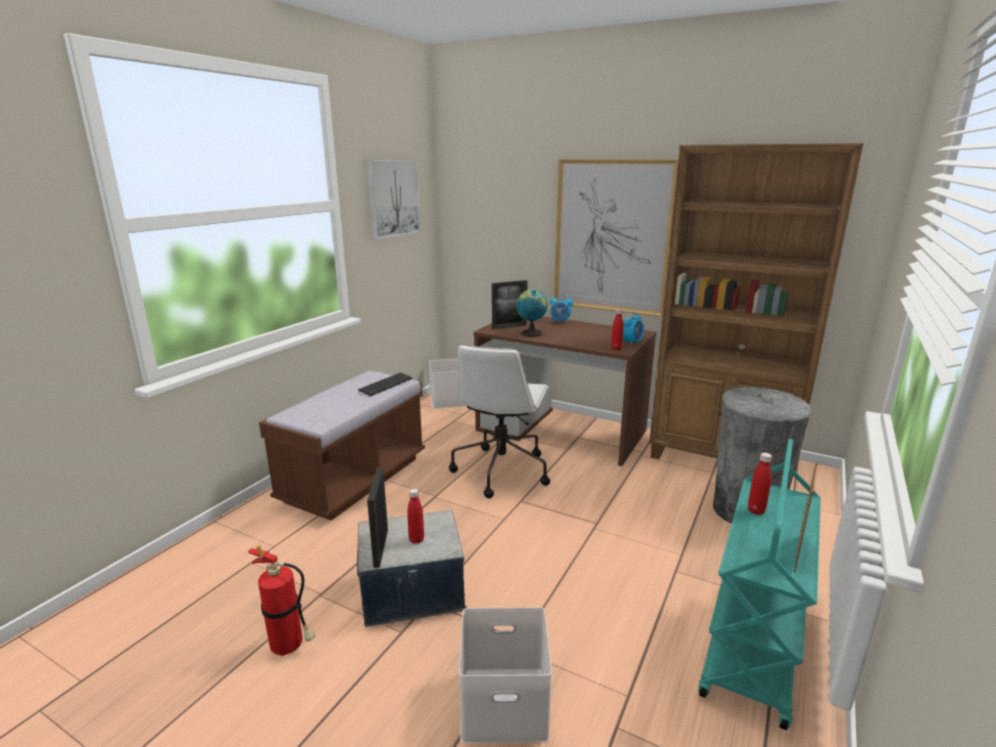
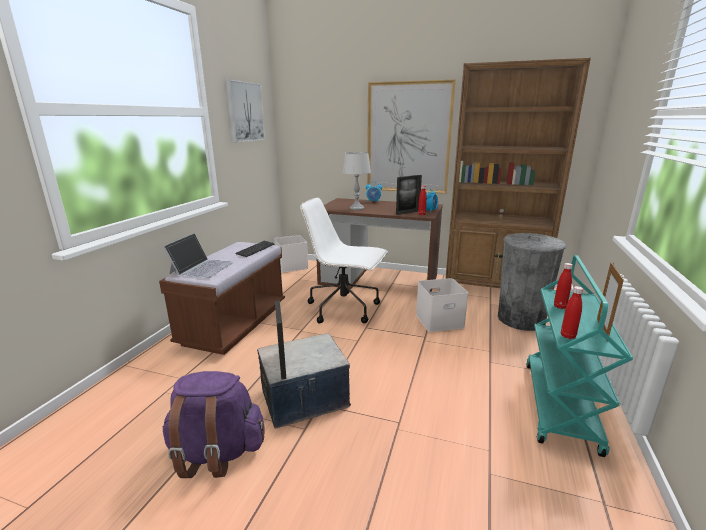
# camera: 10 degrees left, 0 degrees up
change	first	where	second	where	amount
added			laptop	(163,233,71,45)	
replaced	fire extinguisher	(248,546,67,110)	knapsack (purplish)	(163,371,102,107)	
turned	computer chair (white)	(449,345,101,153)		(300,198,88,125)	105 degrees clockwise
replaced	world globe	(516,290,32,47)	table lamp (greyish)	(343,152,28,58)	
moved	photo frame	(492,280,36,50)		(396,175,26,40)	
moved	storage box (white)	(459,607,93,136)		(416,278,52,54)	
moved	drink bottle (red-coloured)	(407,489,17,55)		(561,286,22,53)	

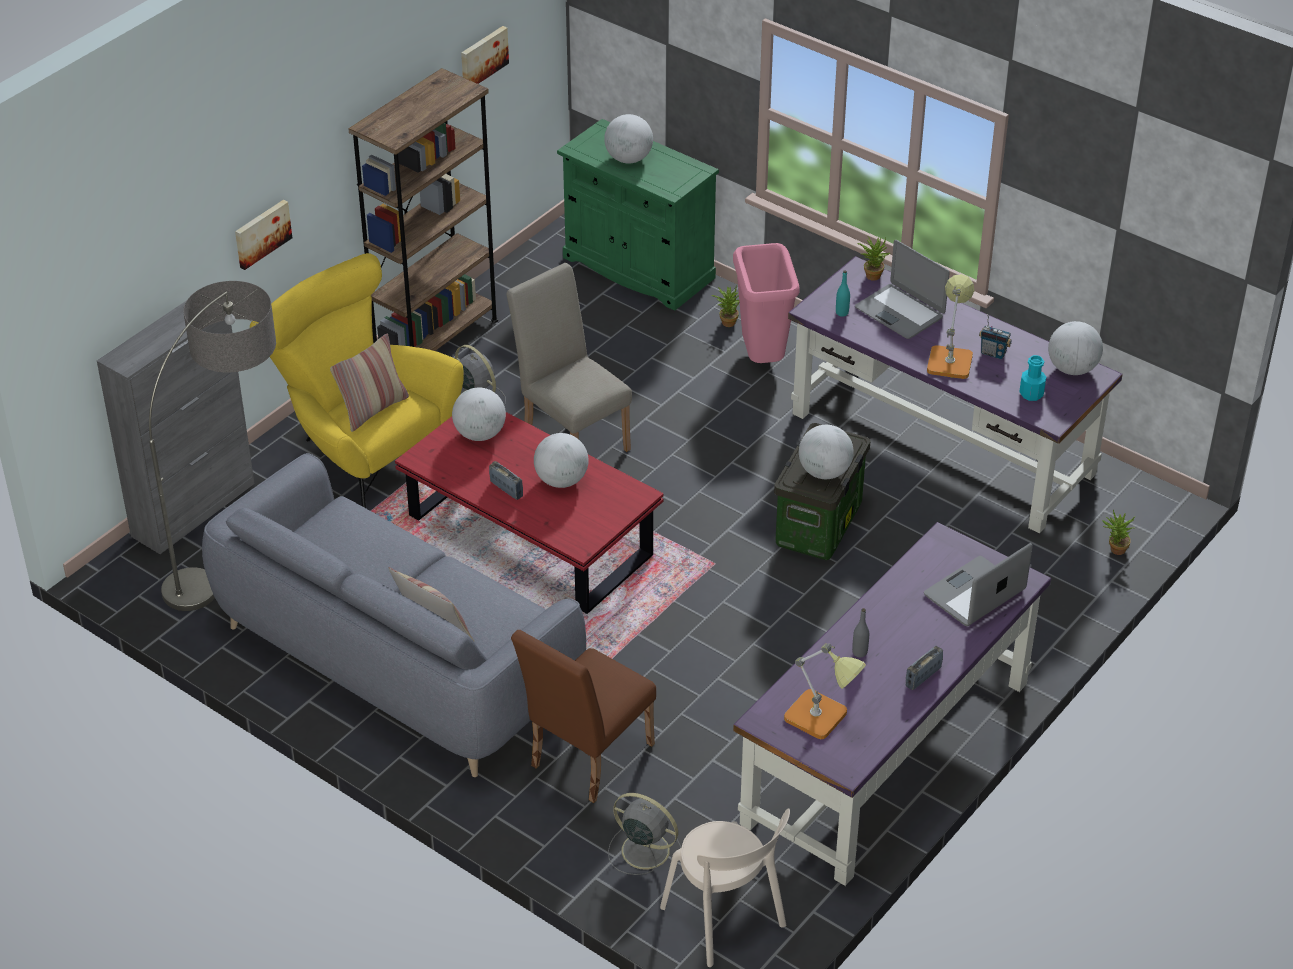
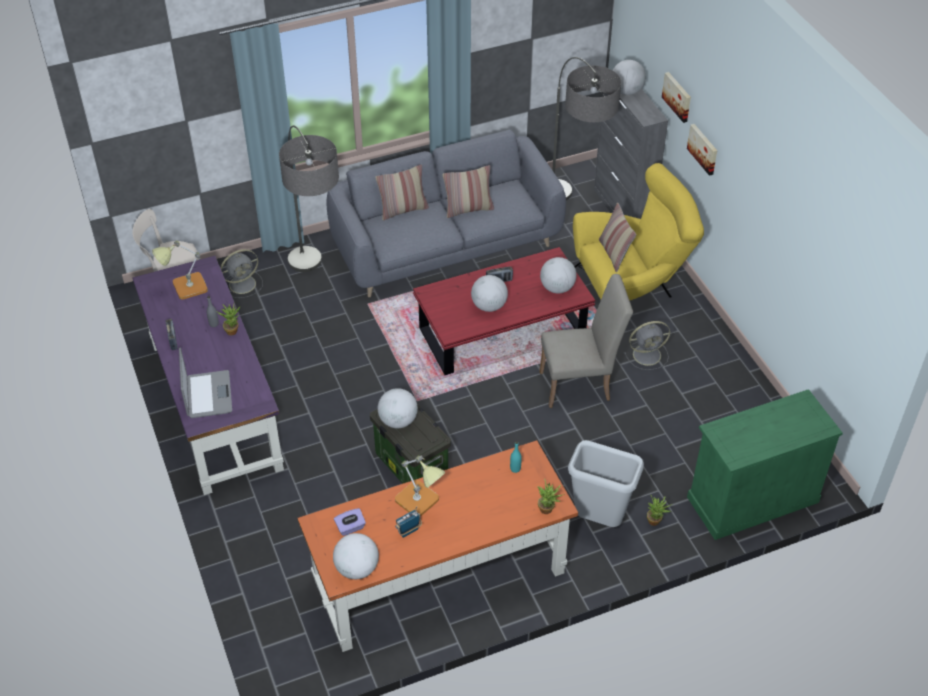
# camera: 120 degrees right, 5 degrees up
change	first	where	second	where	amount
moved	plant in a pot	(1102,510,34,45)		(216,304,24,31)	
replaced	upright chair (brownish)	(511,630,145,173)	standard lamp	(279,126,60,146)	
recoloured	desk unit (purplish)	(788,256,335,278)	desk unit (orangey)	(298,440,280,212)	
replaced	drink bottle (turquoise)	(1019,355,27,46)	box of tissues (purplish)	(334,508,32,28)	
added			cushion	(443,165,51,53)	
recoloured	trash can (pinkish)	(733,243,67,120)	trash can (greyish)	(568,440,76,87)	
moved	world globe	(604,114,49,49)		(613,60,33,35)	
moved	picture	(461,26,48,58)		(662,72,29,51)	
removed	bookshelf (brownish)	(348,68,150,283)			
removed	laptop	(855,240,95,99)			

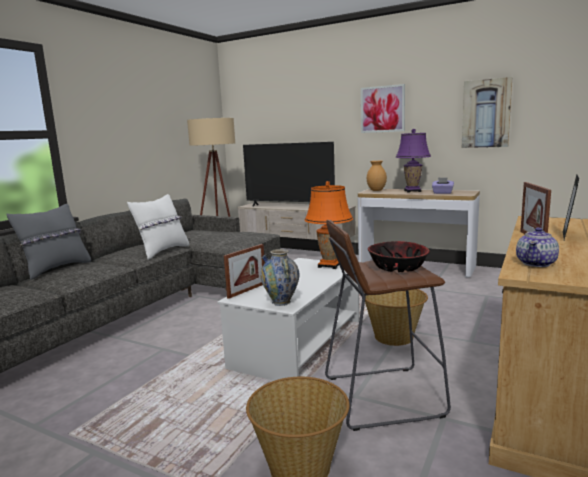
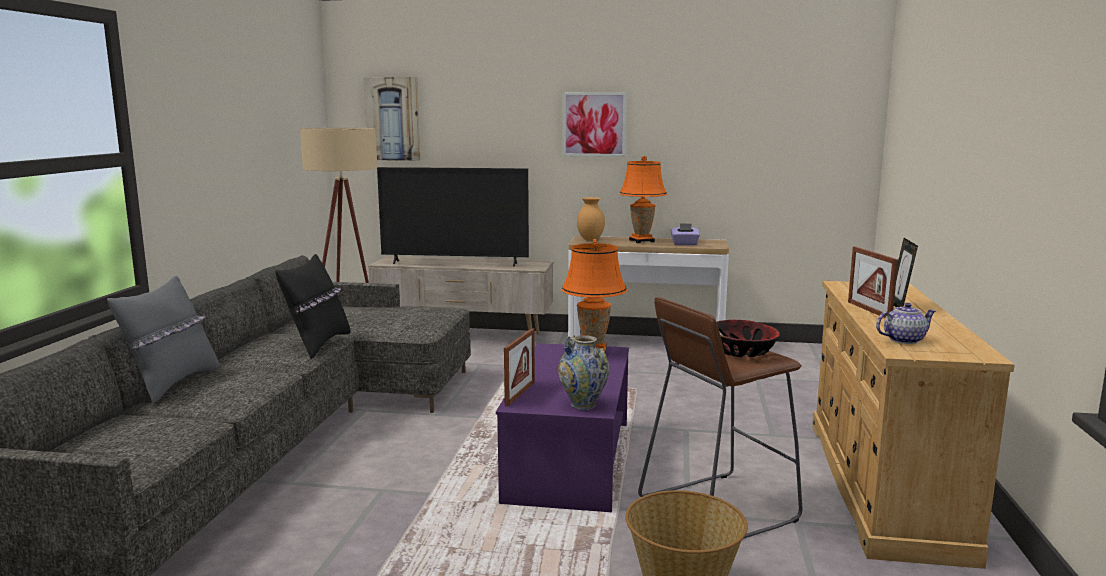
# camera: 20 degrees left, 0 degrees up
change	first	where	second	where	amount
recoloured	cushion (white)	(127,194,62,66)	cushion (black-coloured)	(275,254,76,105)	
moved	picture	(462,77,50,71)		(363,77,57,84)	
recoloured	coffee table (white)	(218,258,141,123)	coffee table (purplish)	(496,343,133,170)	
recoloured	table lamp (purplish)	(395,129,36,64)	table lamp (orangey)	(619,156,48,87)	
turned	pot for tea	(516,227,43,40)		(876,303,60,41)	120 degrees counterclockwise
removed	storage basket	(364,289,64,57)			

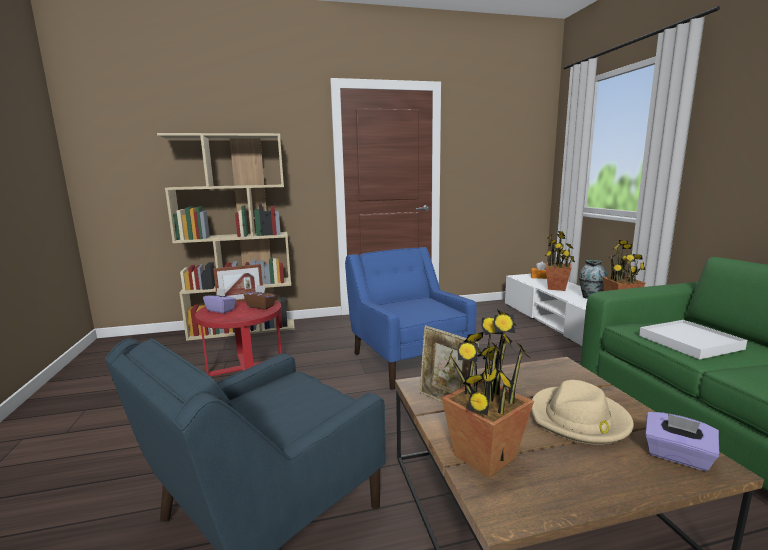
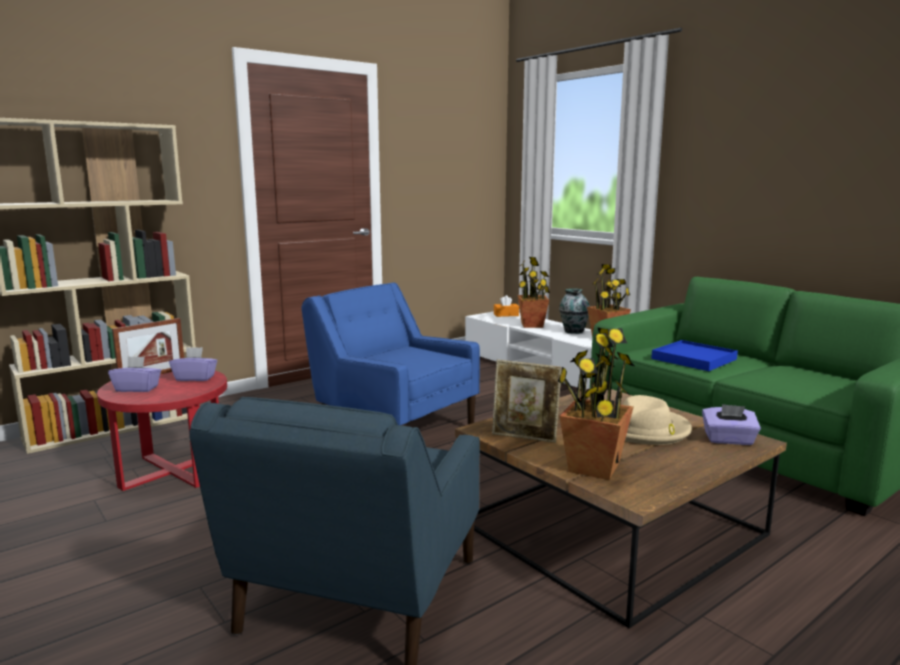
# camera: 25 degrees left, 0 degrees up
change	first	where	second	where	amount
recoloured	box of tissues (brownish)	(244,285,32,25)	box of tissues (purplish)	(169,347,48,34)	
recoloured	serving tray (white)	(639,320,108,40)	serving tray (blue-coloured)	(651,340,87,31)	

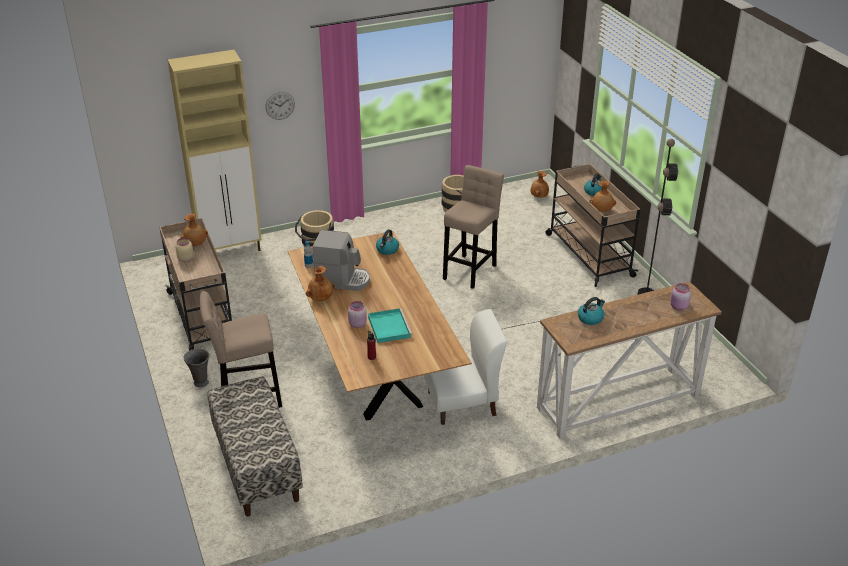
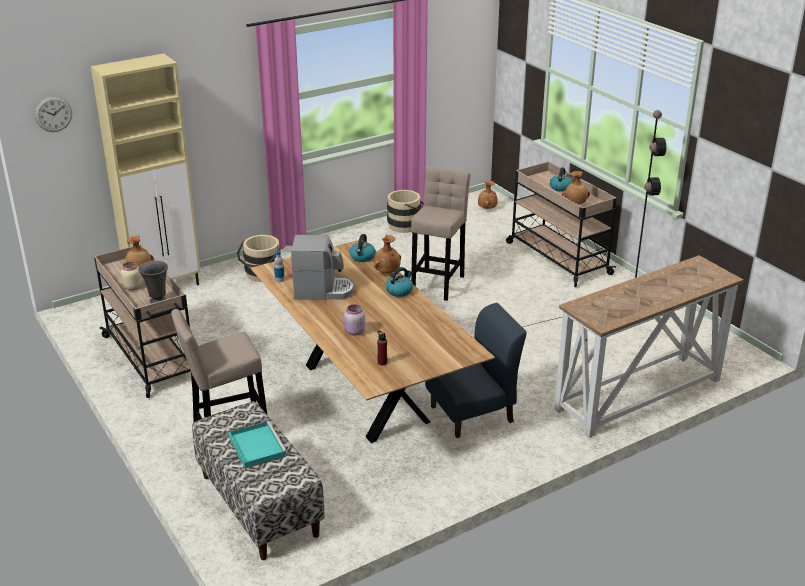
# camera: 10 degrees left, 5 degrees down
change	first	where	second	where	amount
moved	hanging clock	(265,91,30,29)		(35,96,37,36)	
moved	vase (greyish)	(183,349,26,38)		(138,260,30,44)	
moved	serving tray (turquoise)	(368,308,44,35)		(229,421,58,48)	
moved	vase (brownish)	(306,265,29,36)		(374,235,27,38)	
moved	tea kettle	(578,297,27,28)		(386,267,27,30)	
recoloured	upright chair (white)	(423,309,84,116)	upright chair (blue-coloured)	(425,303,102,135)	
removed	storage jar (pinkish)	(670,283,21,28)			

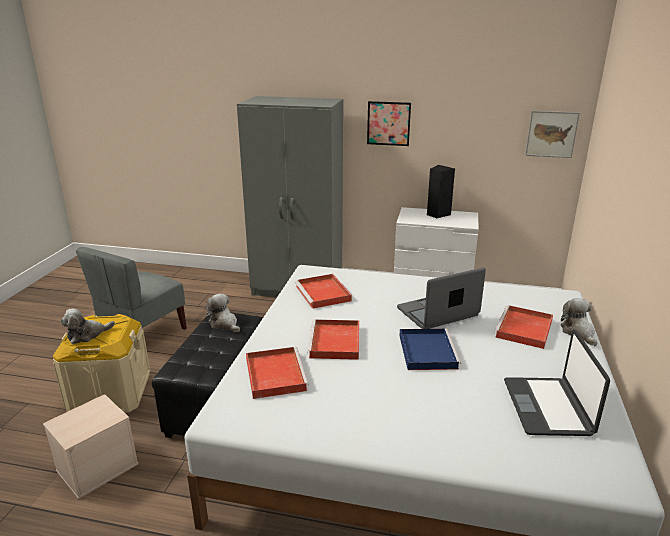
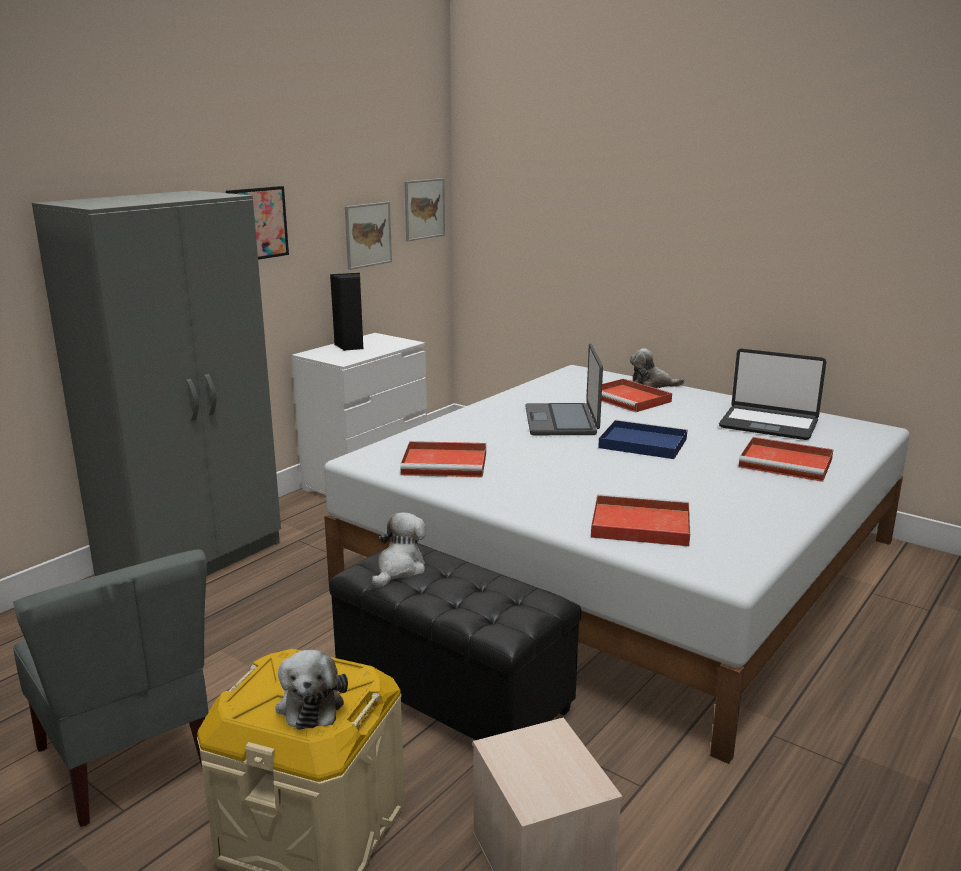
# camera: 65 degrees left, 5 degrees down
change	first	where	second	where	amount
added			picture	(345,202,47,68)	
turned	plush toy	(206,294,34,38)		(372,512,54,76)	135 degrees clockwise
moved	serving tray (red-coloured)	(307,319,52,41)		(739,437,95,45)	

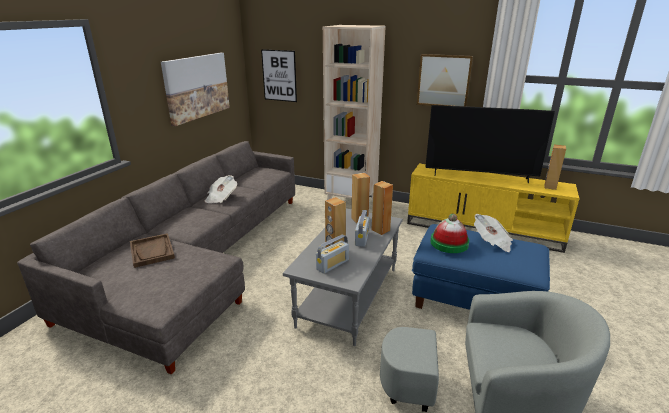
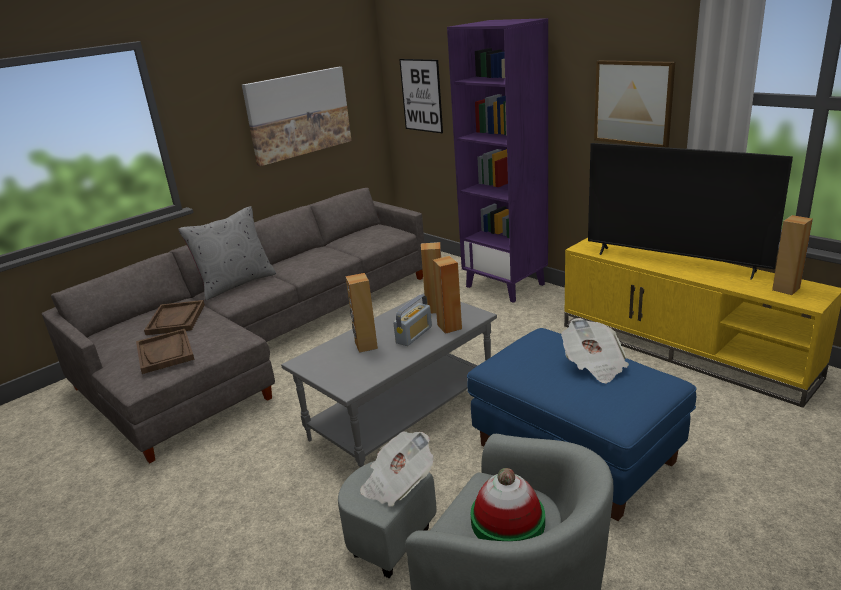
# camera: 25 degrees right, 0 degrees up
change	first	where	second	where	amount
added			serving tray (brownish)	(136,329,59,45)	
added			cushion (greyish)	(178,206,98,94)	
moved	daily paper	(205,175,32,28)		(360,431,74,76)	
recoloured	bookshelf (beige)	(323,25,63,175)	bookshelf (purplish)	(447,18,101,285)	
moved	clothing hat	(431,214,38,39)		(470,468,75,73)	
removed	radio set	(316,234,33,40)			

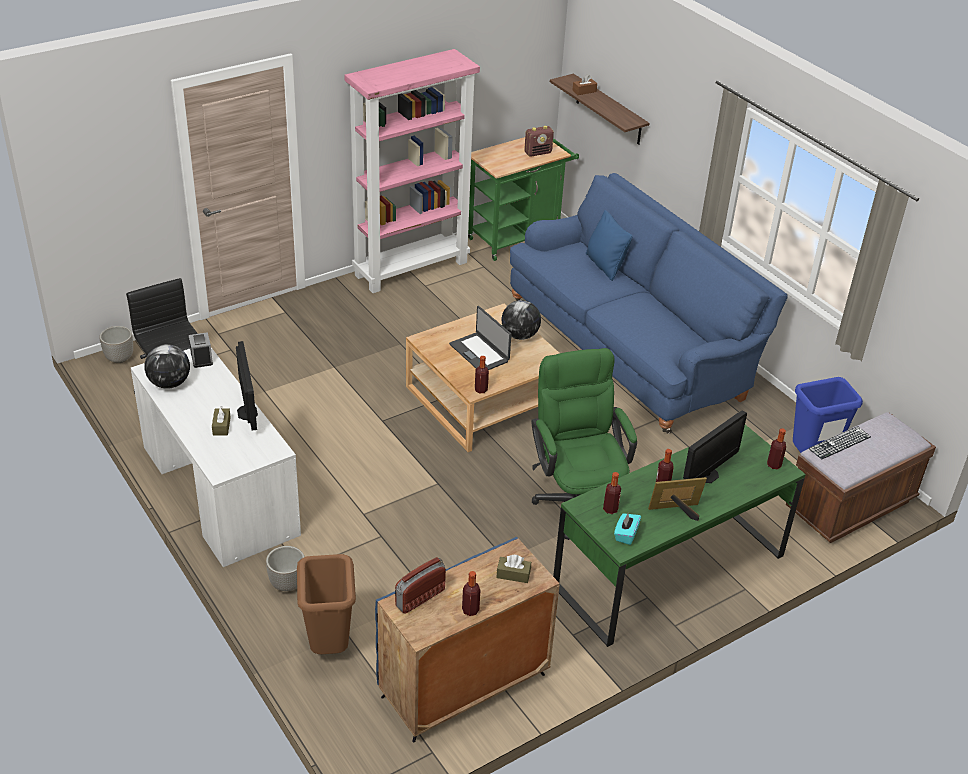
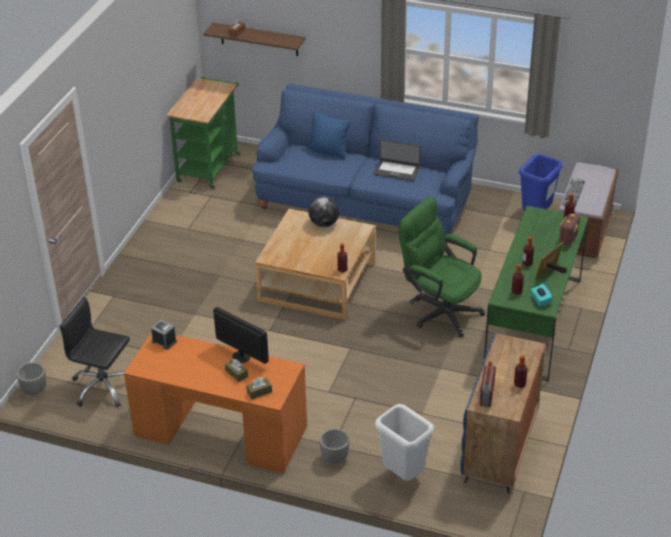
# camera: 35 degrees left, 0 degrees up
change	first	where	second	where	amount
recoloured	desk unit (white)	(131,348,170,219)	desk unit (orangey)	(124,334,183,139)	
moved	box of tissues (brownish)	(496,555,35,28)		(246,377,26,22)	
moved	laptop	(449,306,62,64)		(373,139,48,42)	
recoloured	trash can (brownish)	(297,554,59,100)	trash can (white)	(375,404,59,77)	
moved	radio set	(524,126,30,31)		(559,213,21,34)	
removed	world globe	(145,344,45,45)			
removed	bookshelf (pinkish)	(344,49,136,244)			
removed	computer display	(683,410,64,73)			

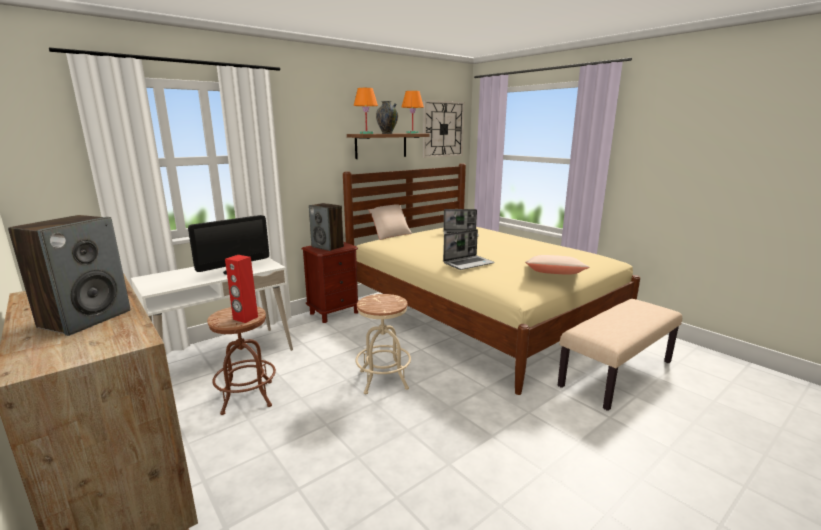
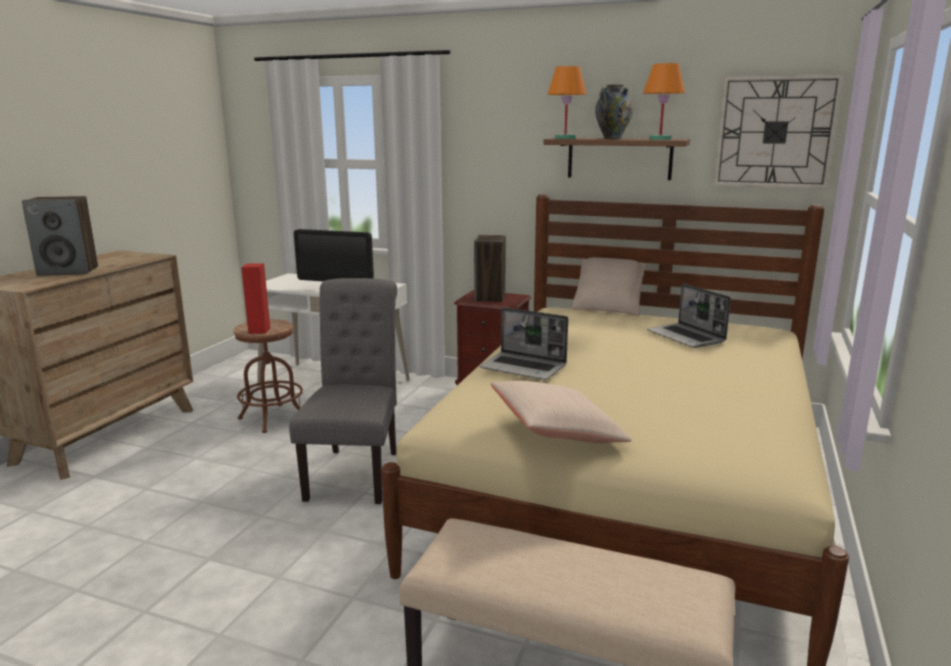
# camera: 60 degrees right, 0 degrees up
change	first	where	second	where	amount
replaced	sitting stool (beige)	(355,294,56,100)	upright chair (greyish)	(289,278,108,226)	

